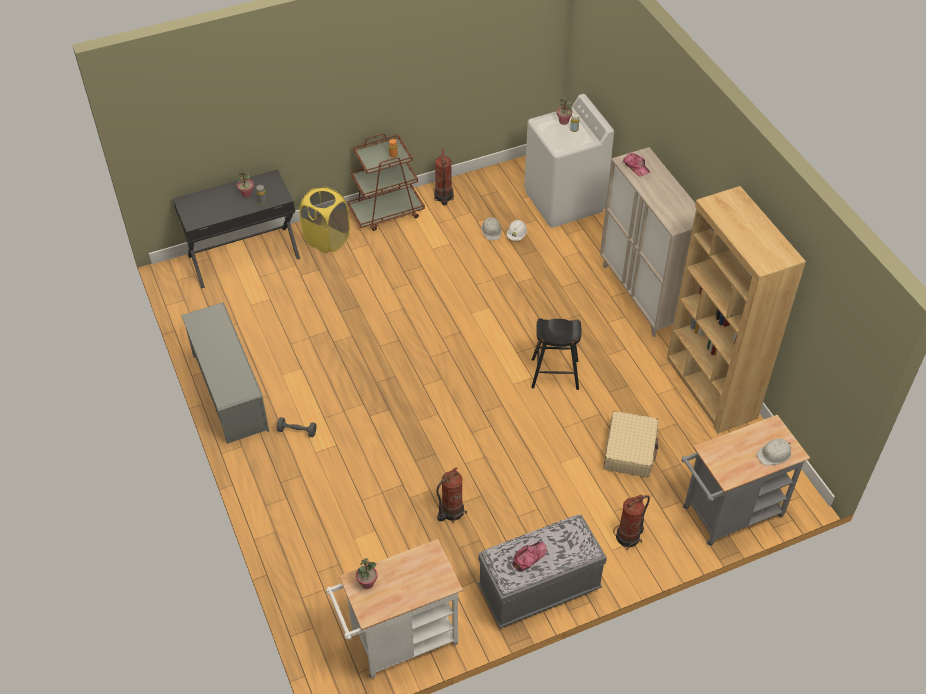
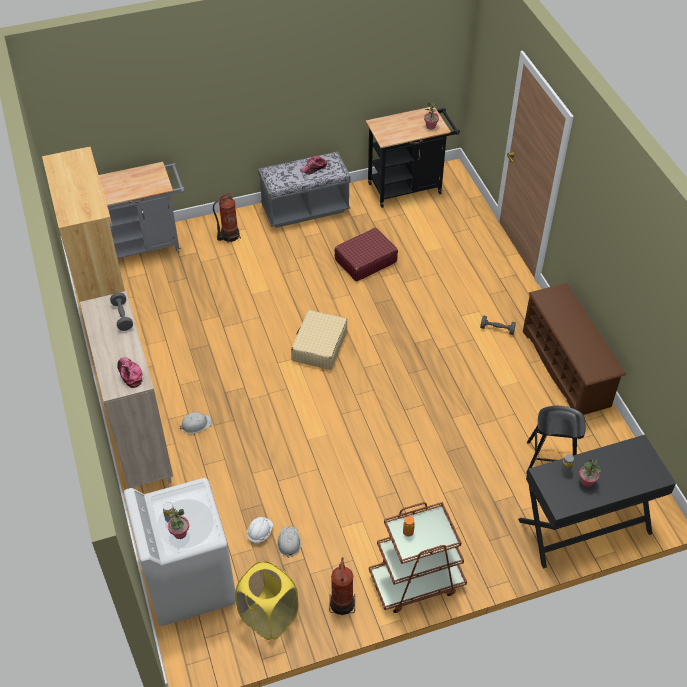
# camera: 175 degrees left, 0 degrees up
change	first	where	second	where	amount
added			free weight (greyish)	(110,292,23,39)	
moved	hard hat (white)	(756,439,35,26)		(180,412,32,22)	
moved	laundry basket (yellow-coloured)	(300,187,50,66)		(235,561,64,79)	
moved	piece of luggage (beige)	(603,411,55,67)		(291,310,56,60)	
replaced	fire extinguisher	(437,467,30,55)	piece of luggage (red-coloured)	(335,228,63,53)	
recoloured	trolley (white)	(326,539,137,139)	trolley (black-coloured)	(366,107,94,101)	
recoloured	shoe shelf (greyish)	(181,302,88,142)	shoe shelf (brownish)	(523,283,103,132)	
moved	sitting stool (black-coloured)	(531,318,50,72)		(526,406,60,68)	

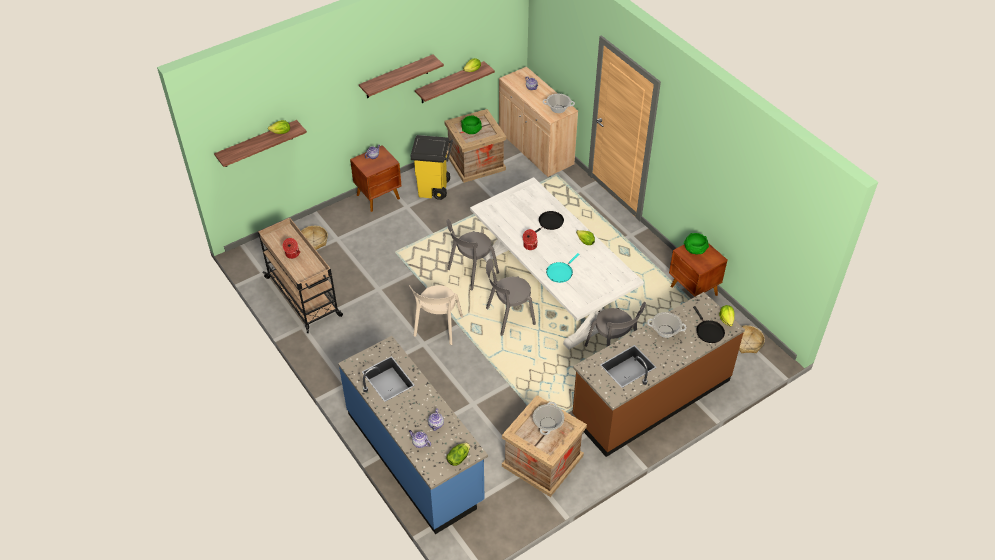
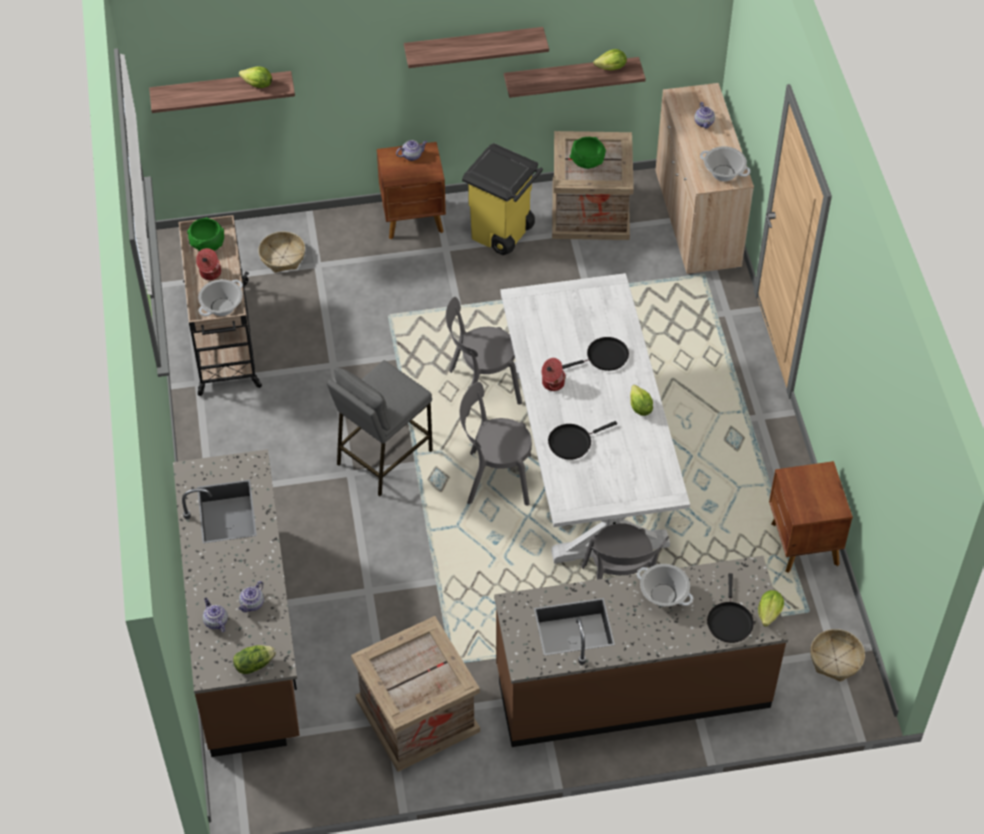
# camera: 25 degrees right, 5 degrees up
change	first	where	second	where	amount
recoloured	kitchen counter (blue-coloured)	(338,336,150,198)	kitchen counter (brownish)	(173,449,127,308)	
moved	deep dish (greenish)	(684,233,25,21)		(187,217,37,34)	
moved	saucepot	(533,402,31,33)		(198,279,45,37)	
replaced	upright chair (beige)	(409,285,54,60)	sitting stool (greyish)	(327,360,106,136)	
recoloured	skillet (turquoise)	(546,253,33,30)	skillet (black-coloured)	(548,421,69,39)	

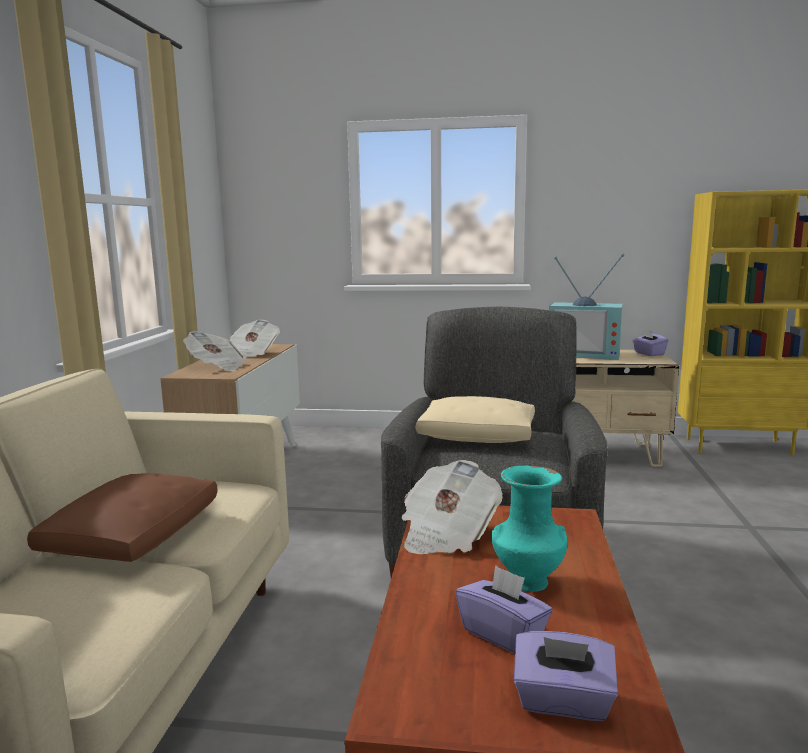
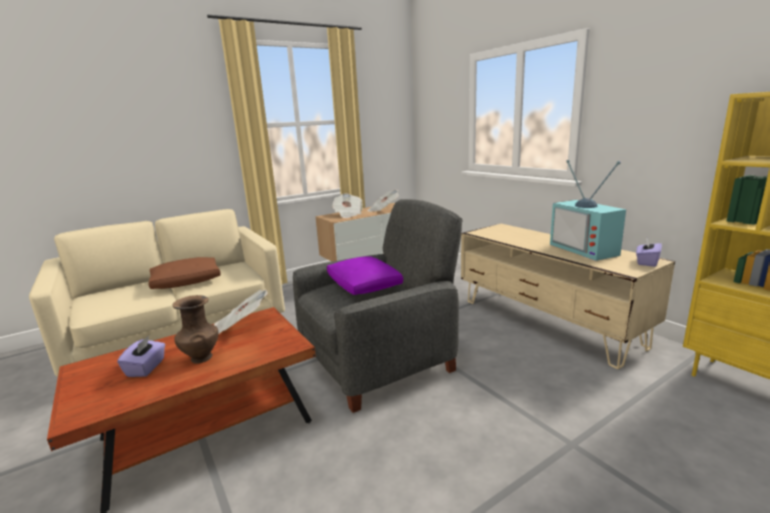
# camera: 50 degrees right, 5 degrees up
change	first	where	second	where	amount
recoloured	vase (turquoise)	(491,466,77,126)	vase (brownish)	(173,295,45,69)	
recoloured	cushion (beige)	(416,396,119,47)	cushion (purplish)	(327,256,76,39)	
removed	box of tissues (purplish)	(514,631,104,90)			

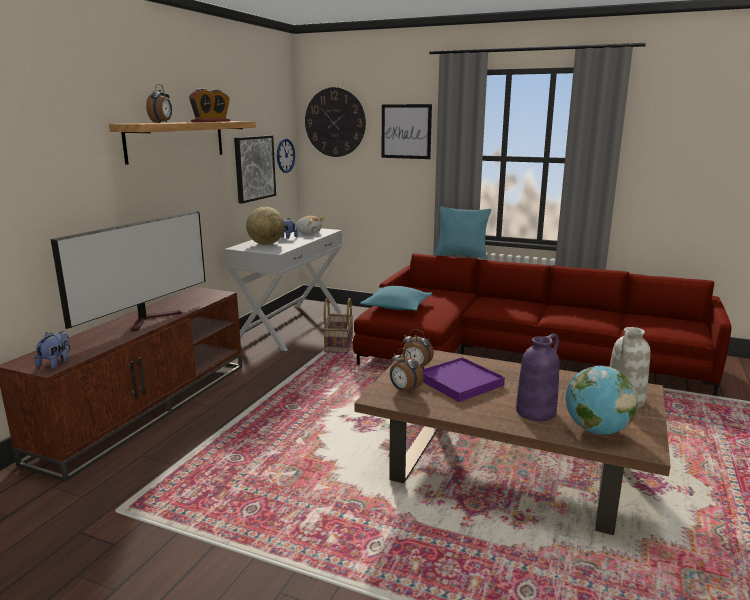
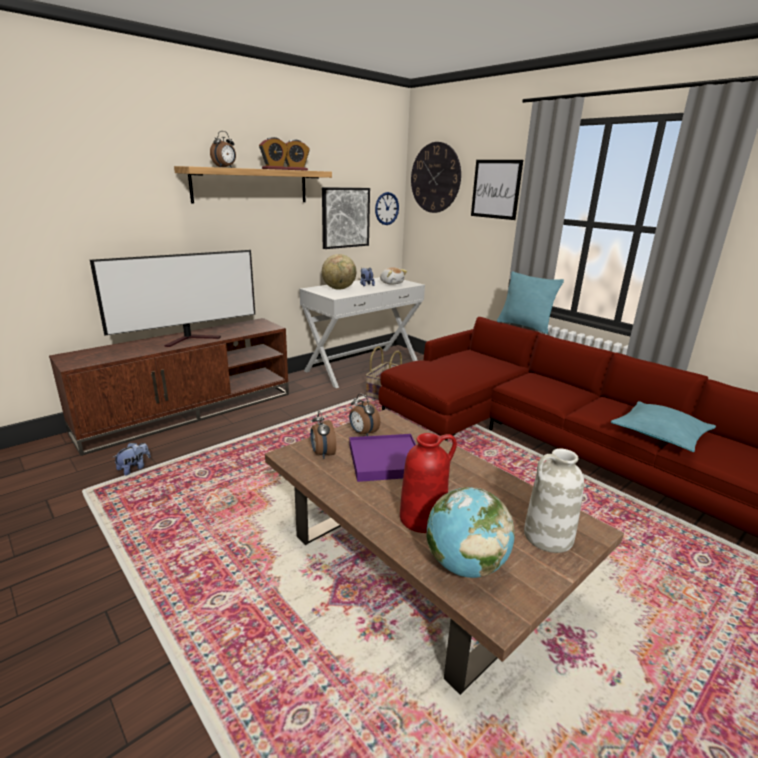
# camera: 25 degrees right, 5 degrees up
change	first	where	second	where	amount
moved	plush toy	(34,331,36,38)		(114,443,37,33)	
recoloured	vase (purplish)	(516,334,43,87)	vase (red-coloured)	(400,433,57,100)	
moved	cushion (turquoise)	(360,286,72,25)		(611,401,105,51)	

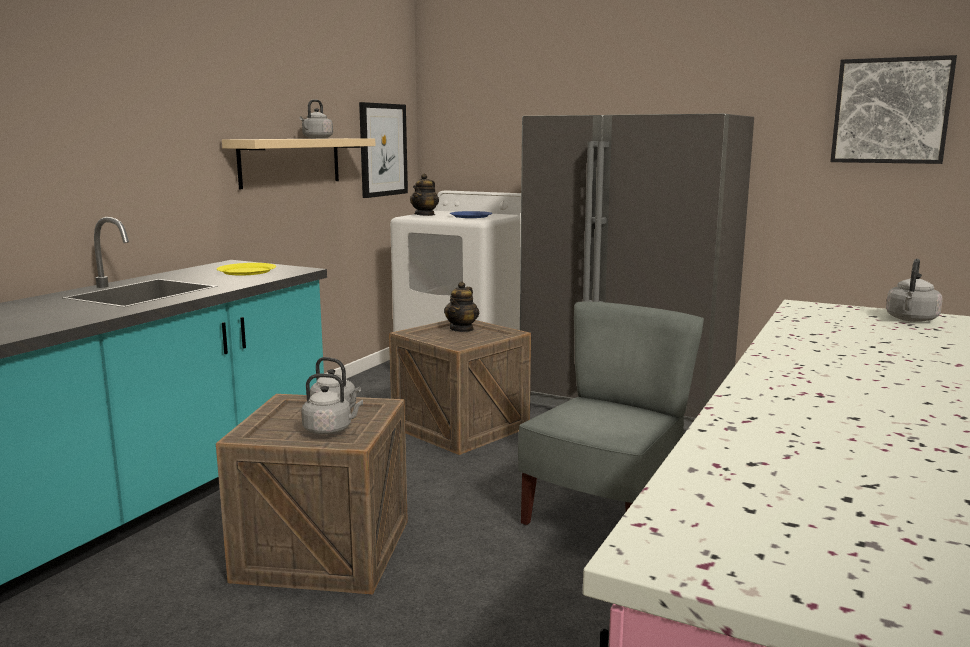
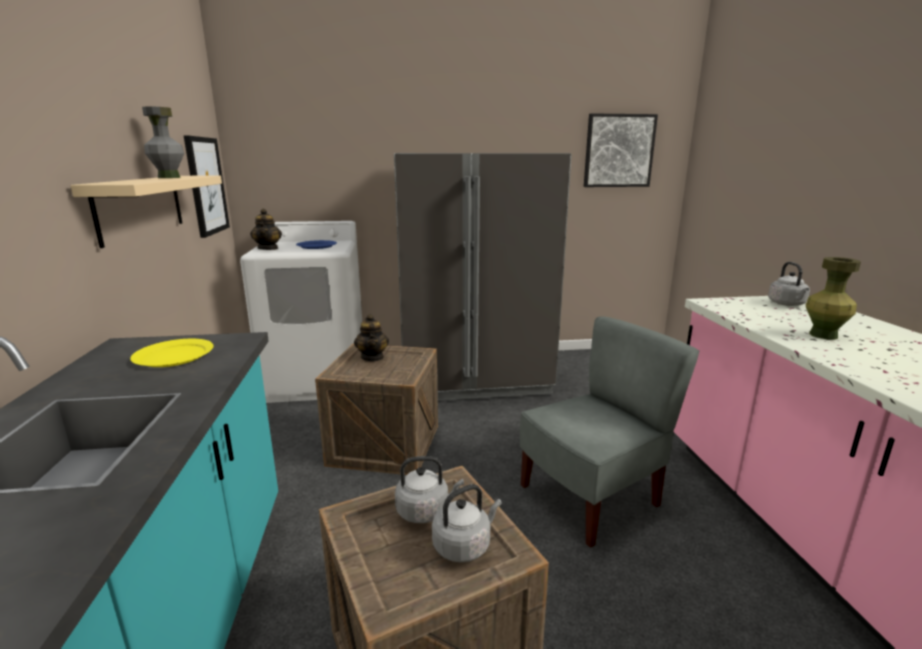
# camera: 35 degrees left, 5 degrees up
change	first	where	second	where	amount
replaced	tea kettle (greyish)	(300,100,33,38)	vase (greyish)	(142,106,42,72)	
turned	upright chair (greyish)	(518,302,186,223)		(520,316,179,232)	60 degrees clockwise
added			vase (greenish)	(806,257,55,83)	

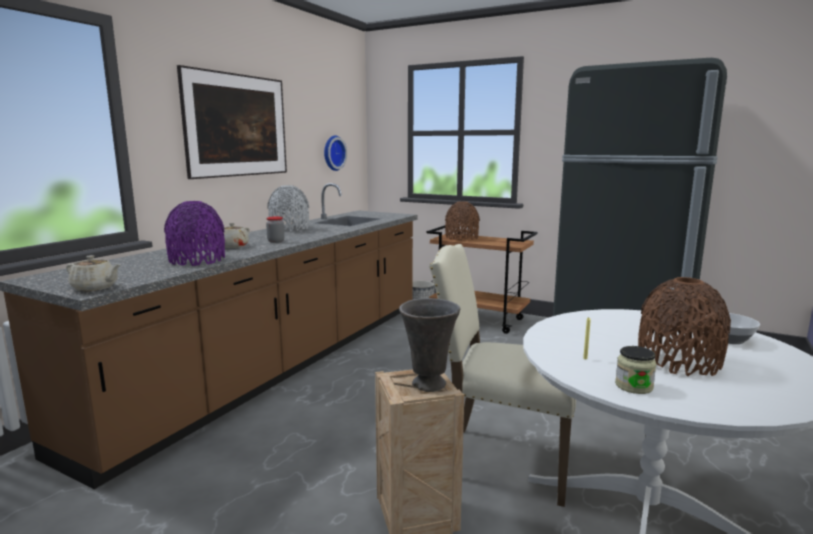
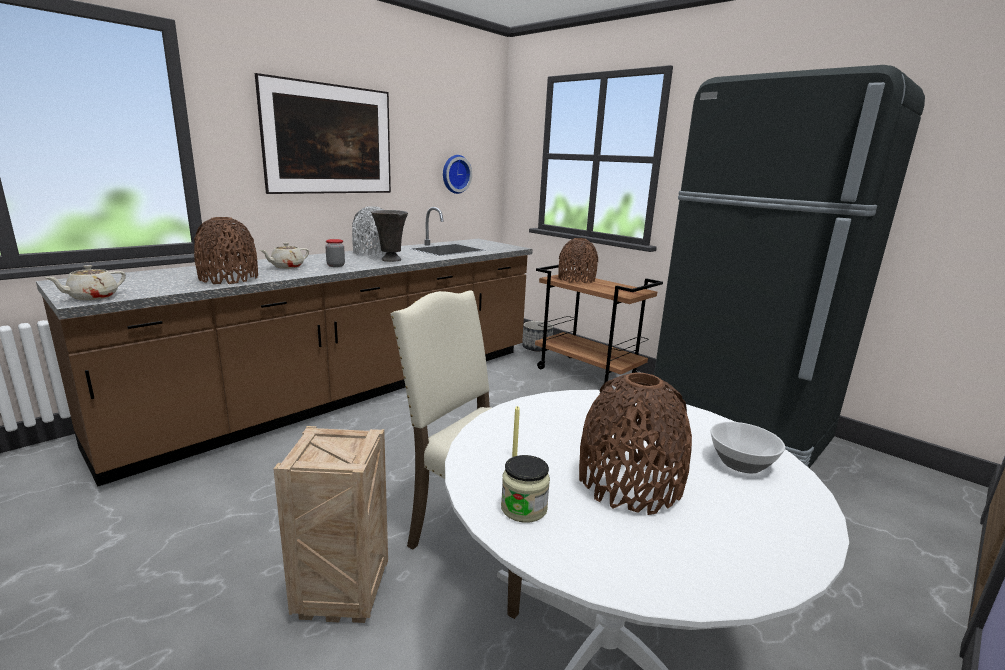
# camera: 15 degrees right, 5 degrees up
change	first	where	second	where	amount
turned	pot for tea (beige)	(66,255,54,36)		(45,265,81,35)	90 degrees clockwise
recoloured	vase (purplish)	(164,201,61,65)	vase (brownish)	(194,217,64,67)	
moved	vase (greyish)	(399,298,61,94)		(371,210,37,52)	

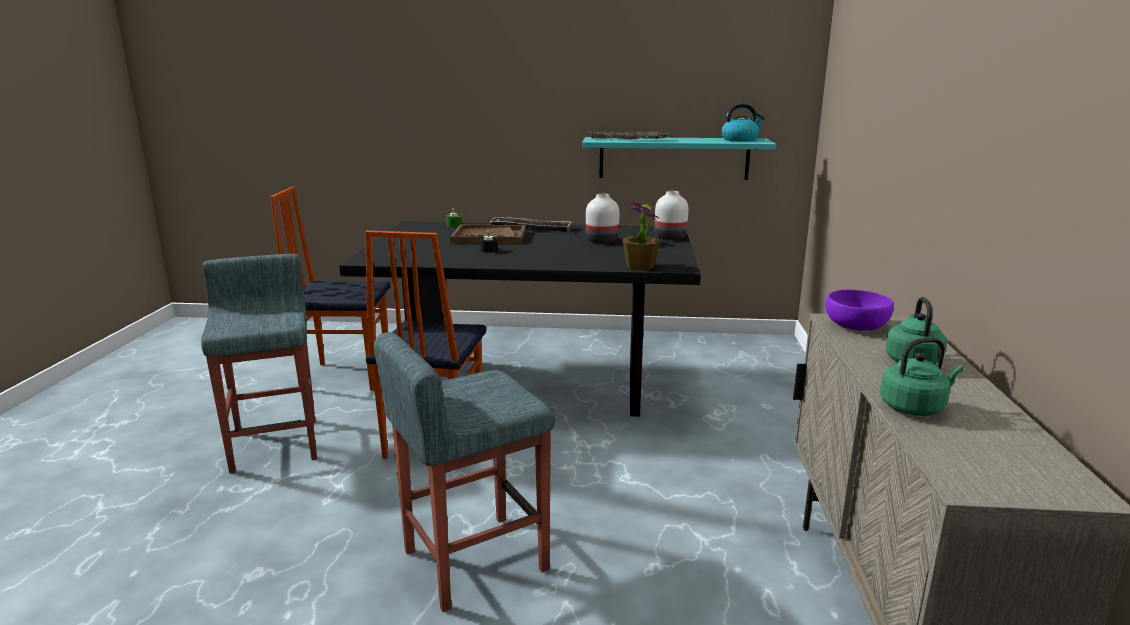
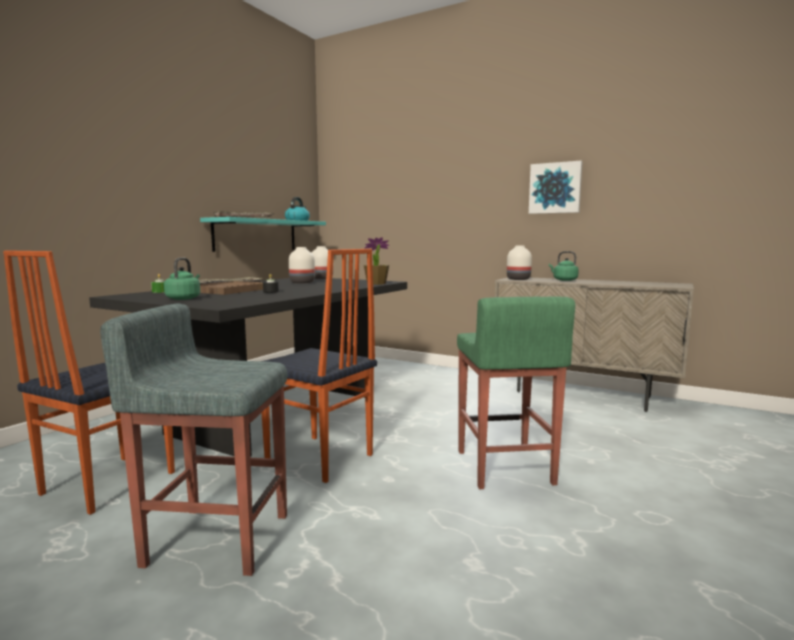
# camera: 65 degrees left, 10 degrees down
change	first	where	second	where	amount
moved	tea kettle (greenish)	(880,337,84,79)		(164,258,36,42)	
recoloured	sitting stool (greyish)	(374,332,181,280)	sitting stool (greenish)	(457,297,118,192)	
replaced	deep dish (purplish)	(826,290,68,41)	vase (white)	(507,245,25,35)	
added			picture	(529,161,53,53)	

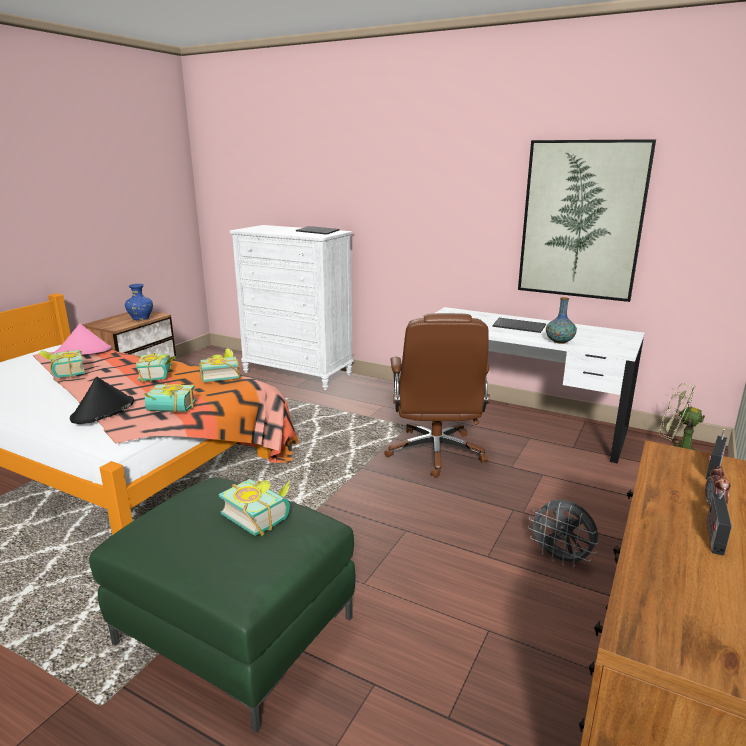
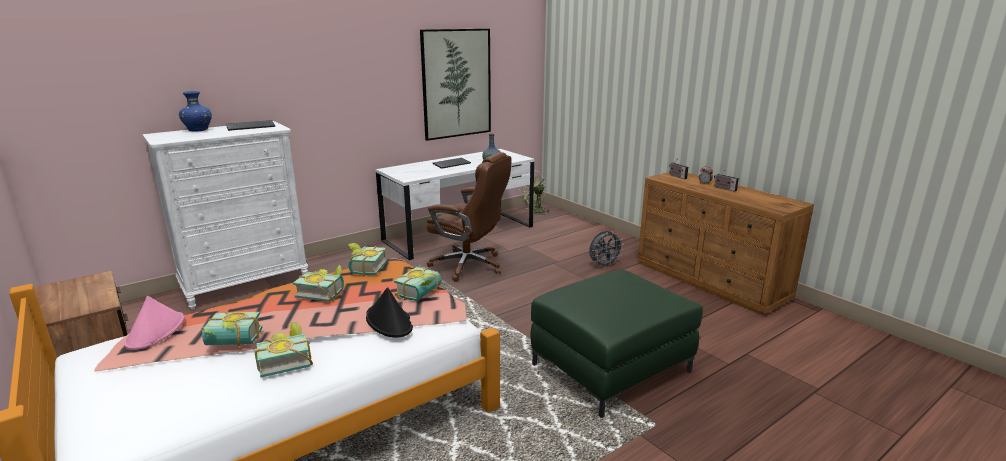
# camera: 65 degrees left, 0 degrees up
change	first	where	second	where	amount
moved	vase (blue-coloured)	(125,284,28,36)		(179,91,33,41)	
moved	bound book	(219,479,71,57)		(255,322,58,55)	

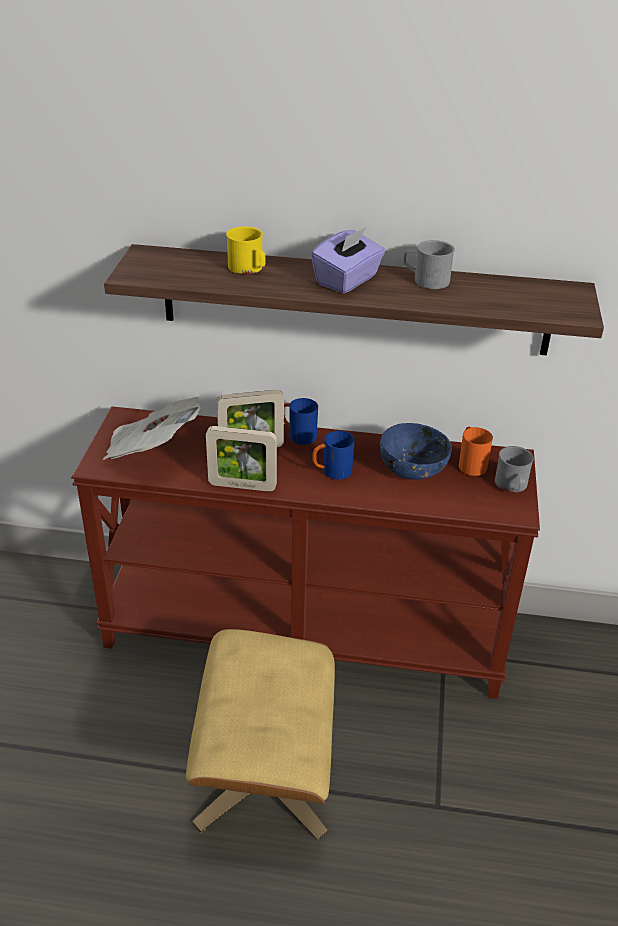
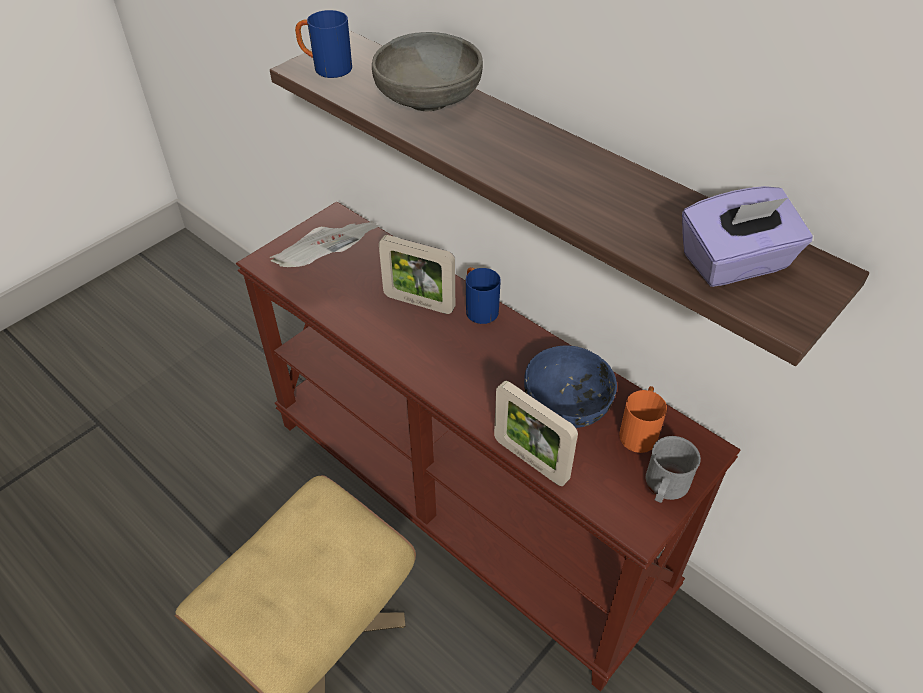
# camera: 35 degrees right, 10 degrees up
change	first	where	second	where	amount
moved	tea mug (blue-coloured)	(312,431,43,49)		(295,10,57,68)	
replaced	tea mug (yellow-coloured)	(226,226,39,49)	deep dish (greyish)	(372,32,111,79)	
moved	photo frame	(206,426,71,66)		(494,381,84,105)	
moved	box of tissues (purplish)	(311,227,74,67)		(682,186,131,101)	
removed	tea mug (greyish)	(404,240,51,49)			

